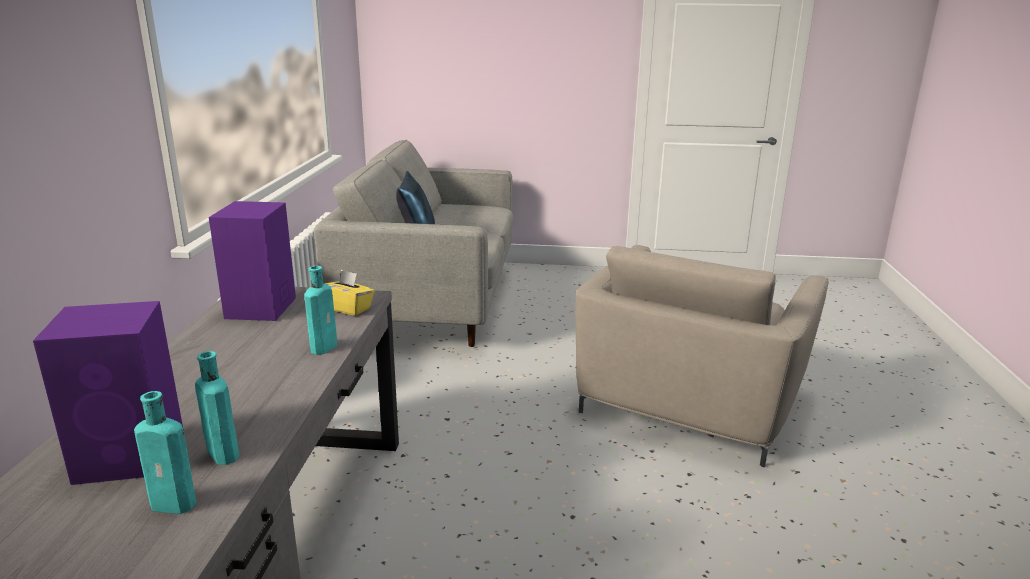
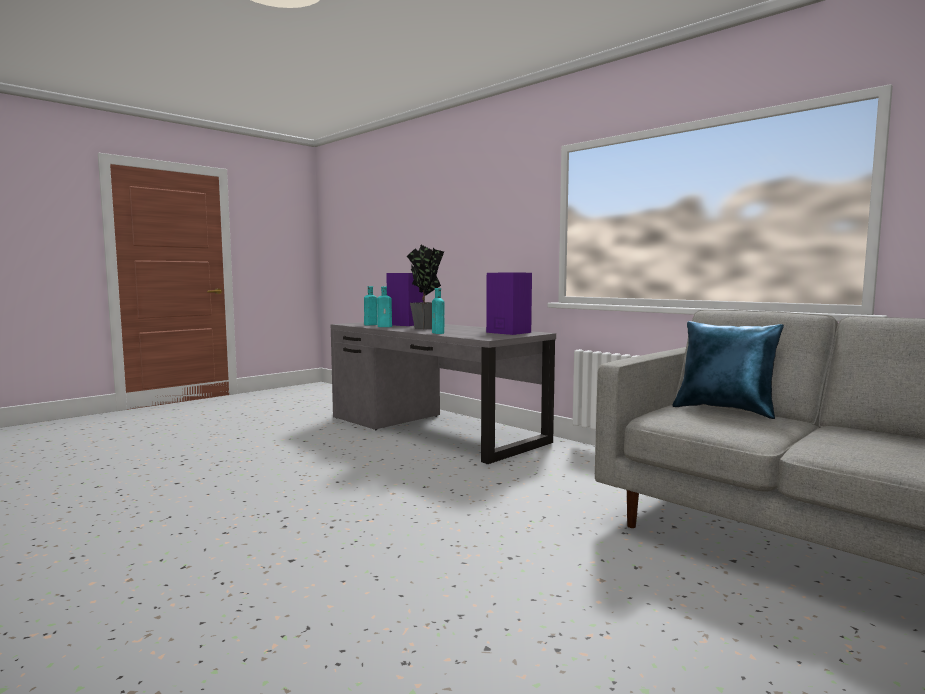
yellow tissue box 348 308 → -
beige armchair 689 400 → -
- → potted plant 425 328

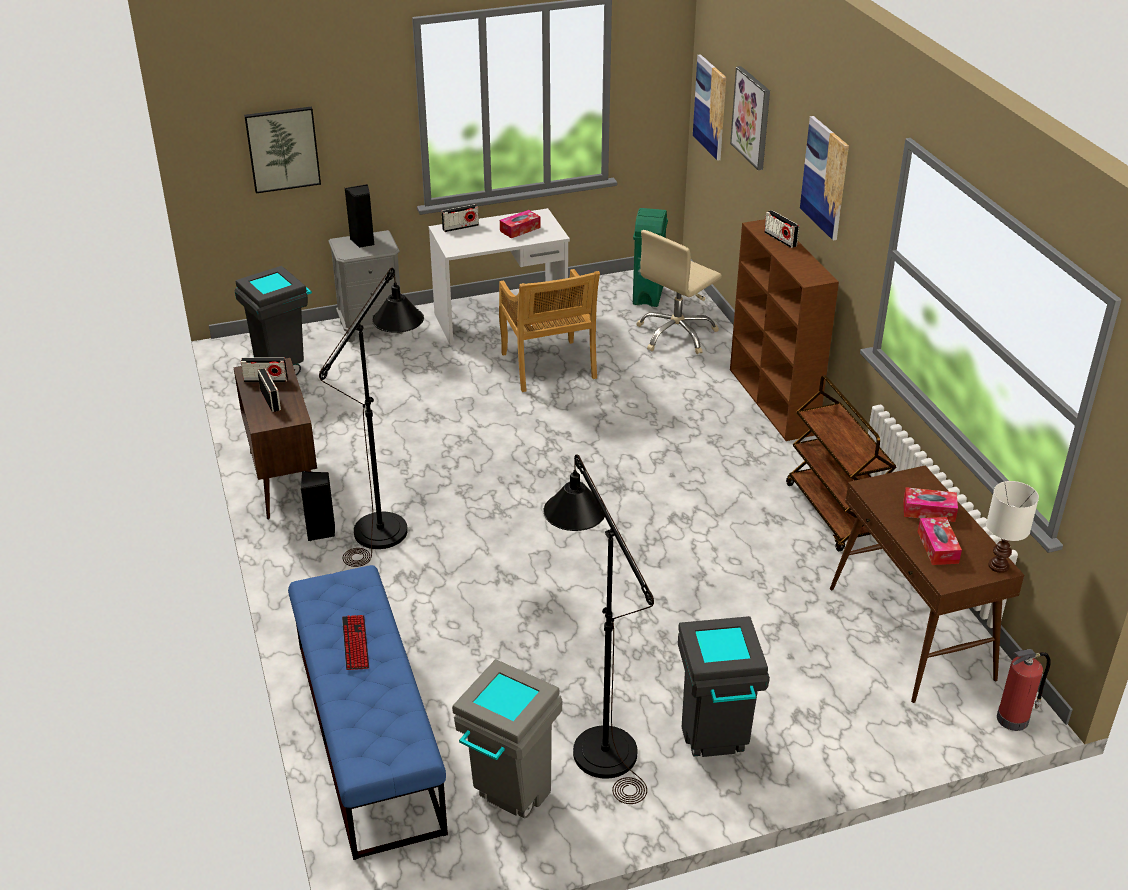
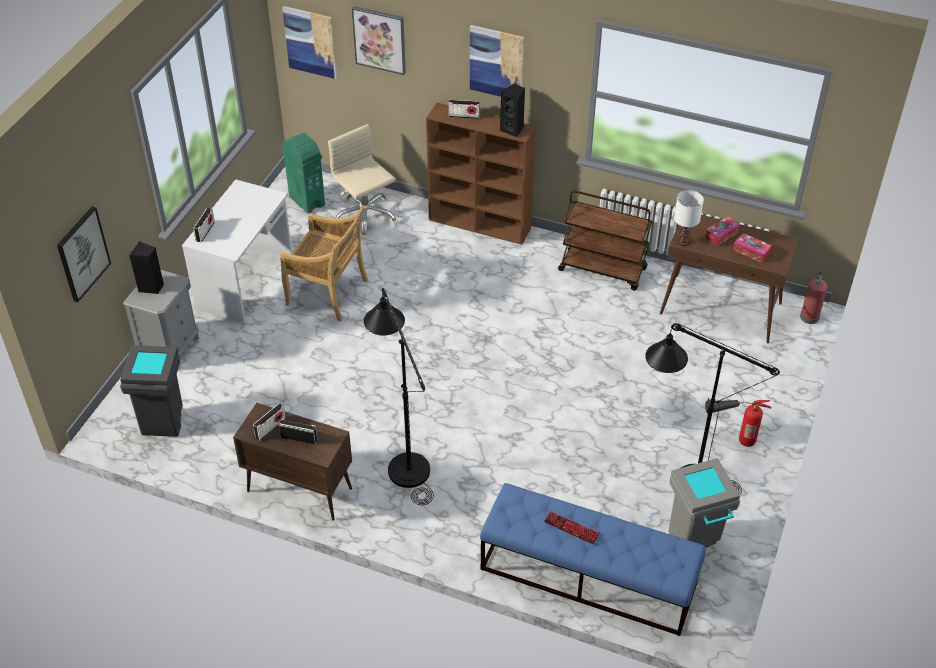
tissue box 520 229 → -
black speaker 321 531 → black speaker 513 129, moved
white table lamp 997 566 → white table lamp 683 242, moved
grey trash can 715 747 → fire extinguisher 731 436
beige office chair 676 334 → beige office chair 365 217, 150 degrees clockwise

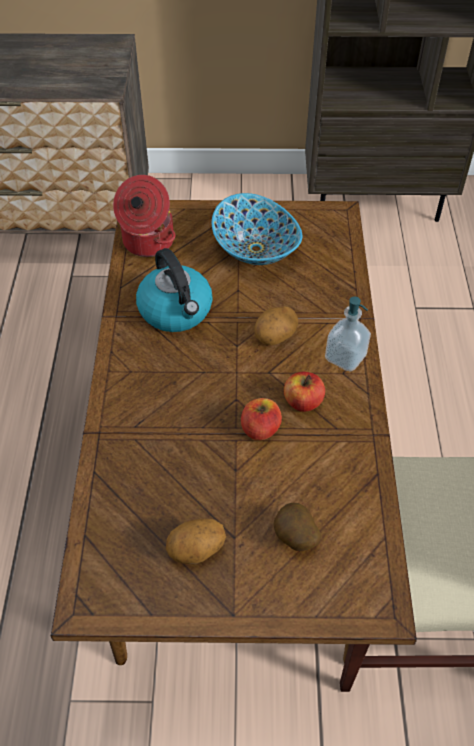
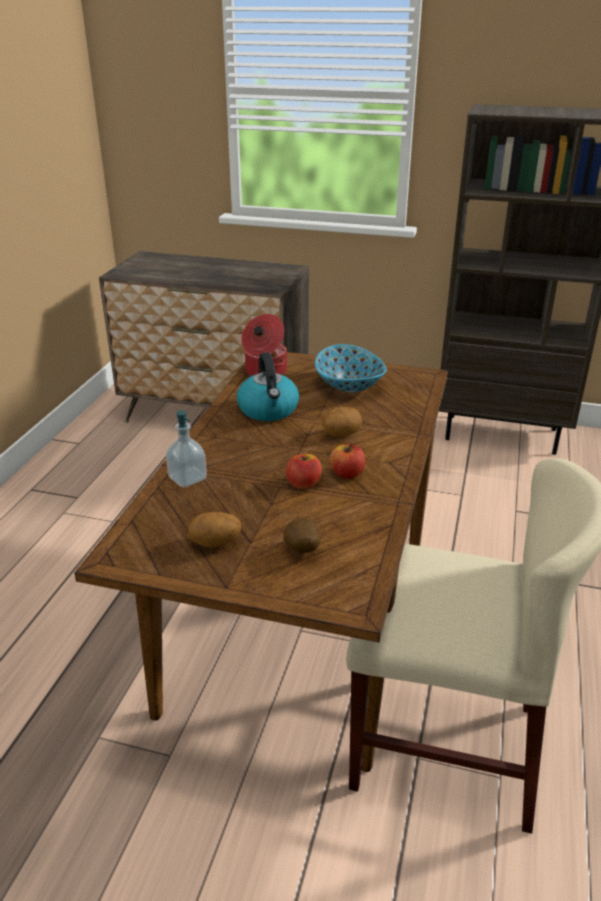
soap dispenser 345 357 → soap dispenser 187 478, moved

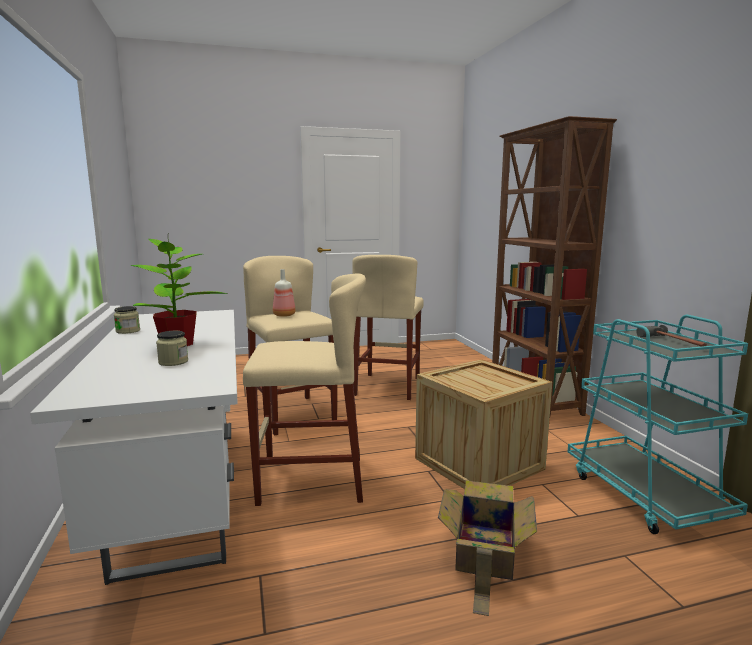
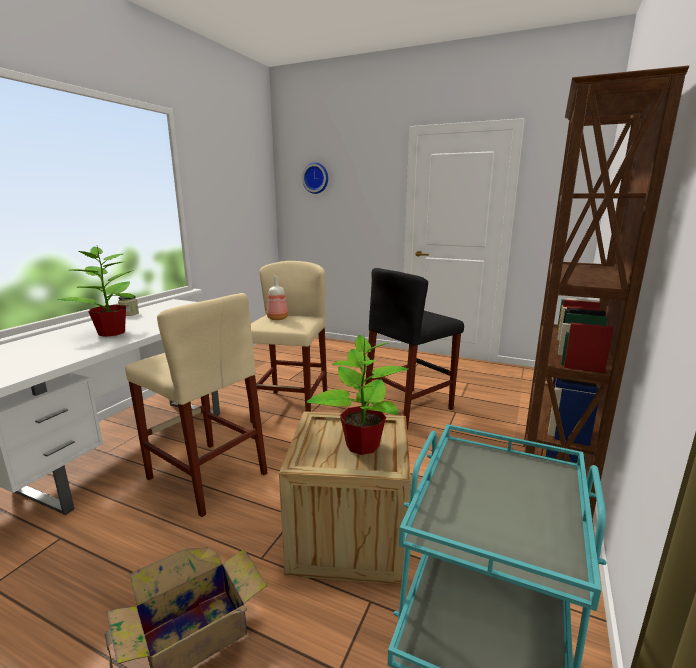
jar 173 362 → -
hammer 673 342 → -
- → wall clock 316 178
- → potted plant 361 445
beige stool 387 386 → black stool 408 408

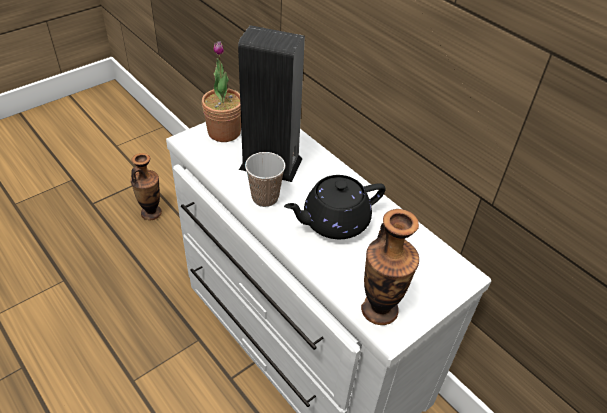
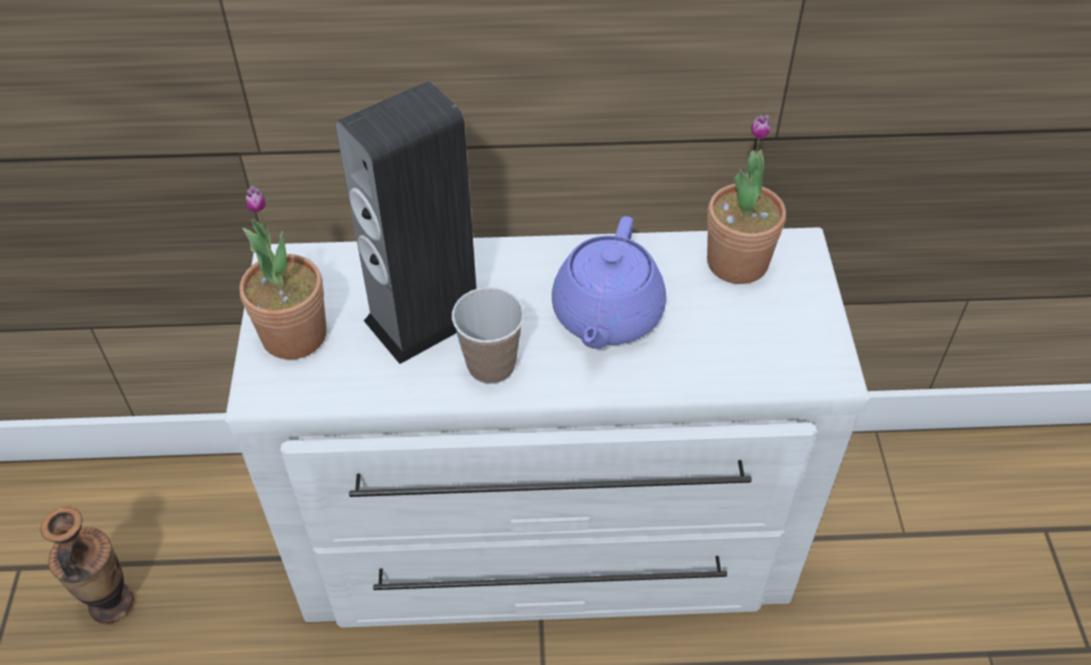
vase 379 310 → -
- → potted plant 737 262
black teapot 334 222 → purple teapot 606 316

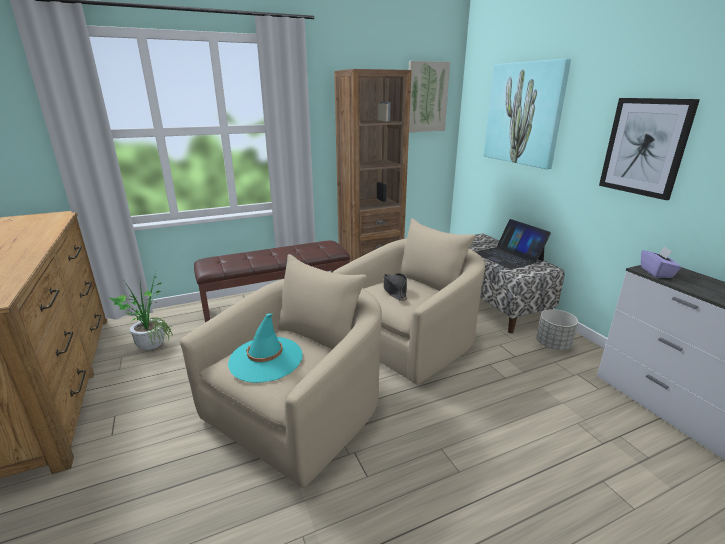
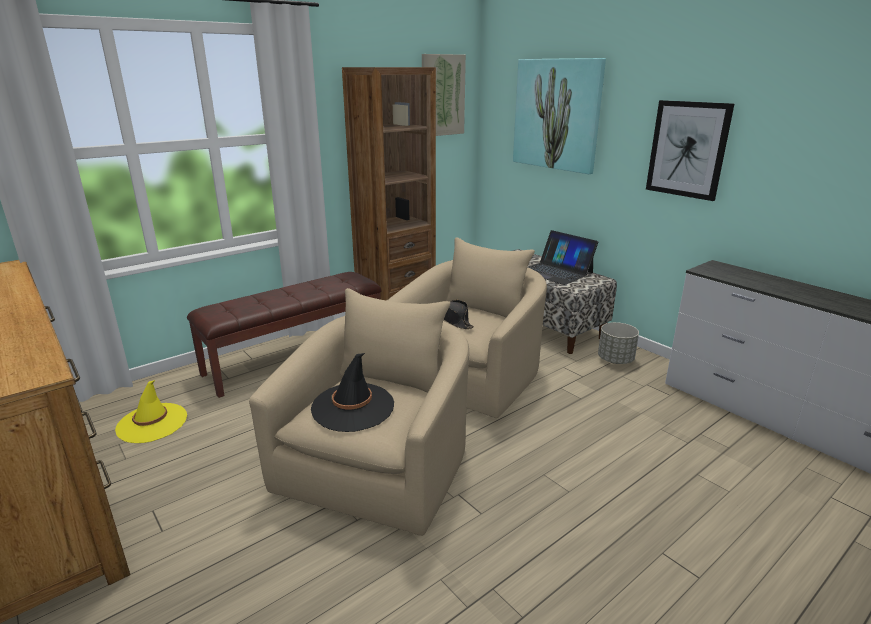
purple tissue box 656 272 → -
potted plant 151 343 → yellow hat 152 423
turquoise hat 266 359 → black hat 353 407

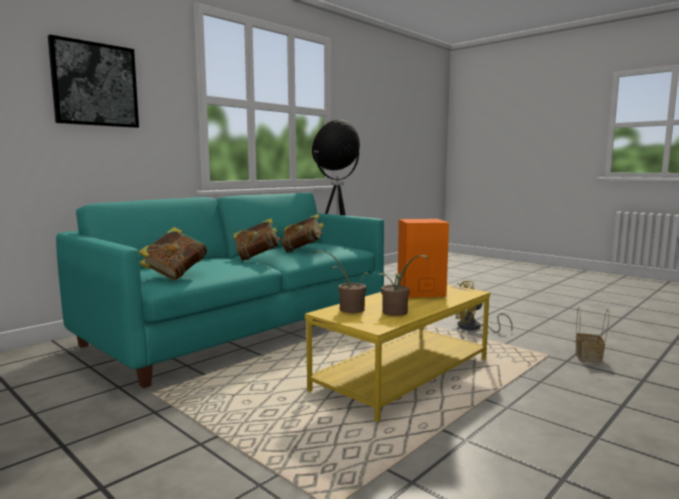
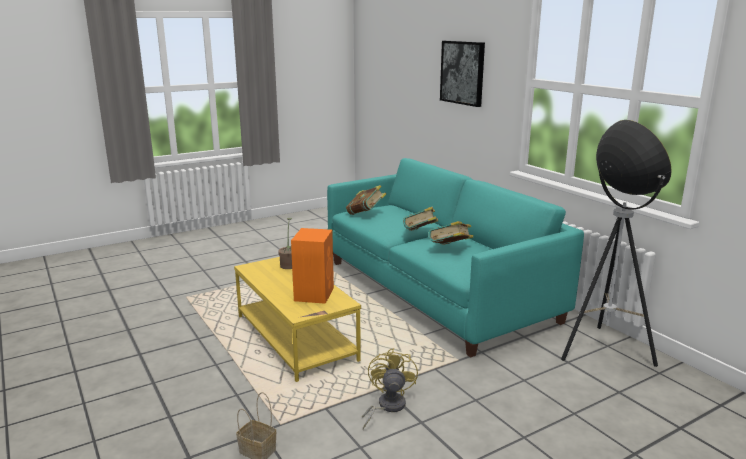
potted plant 397 313 → -

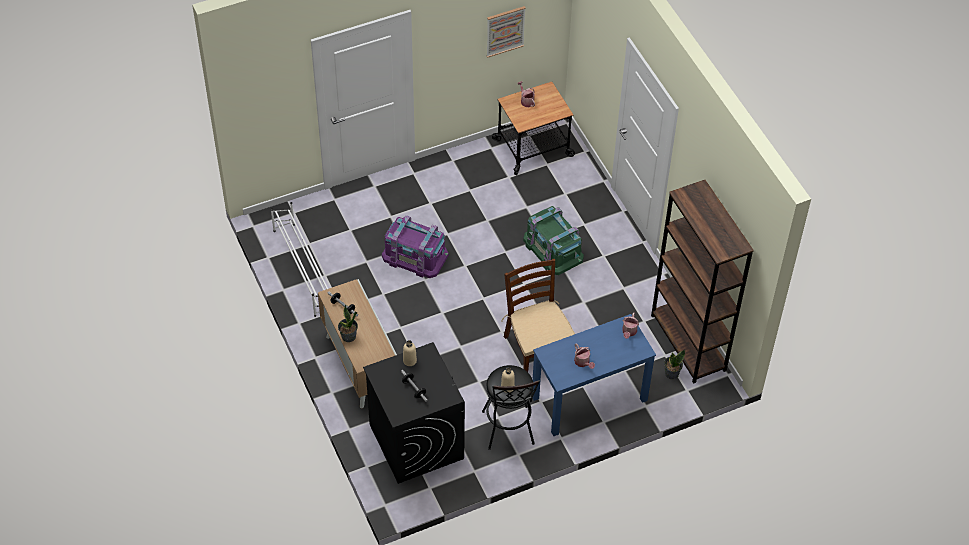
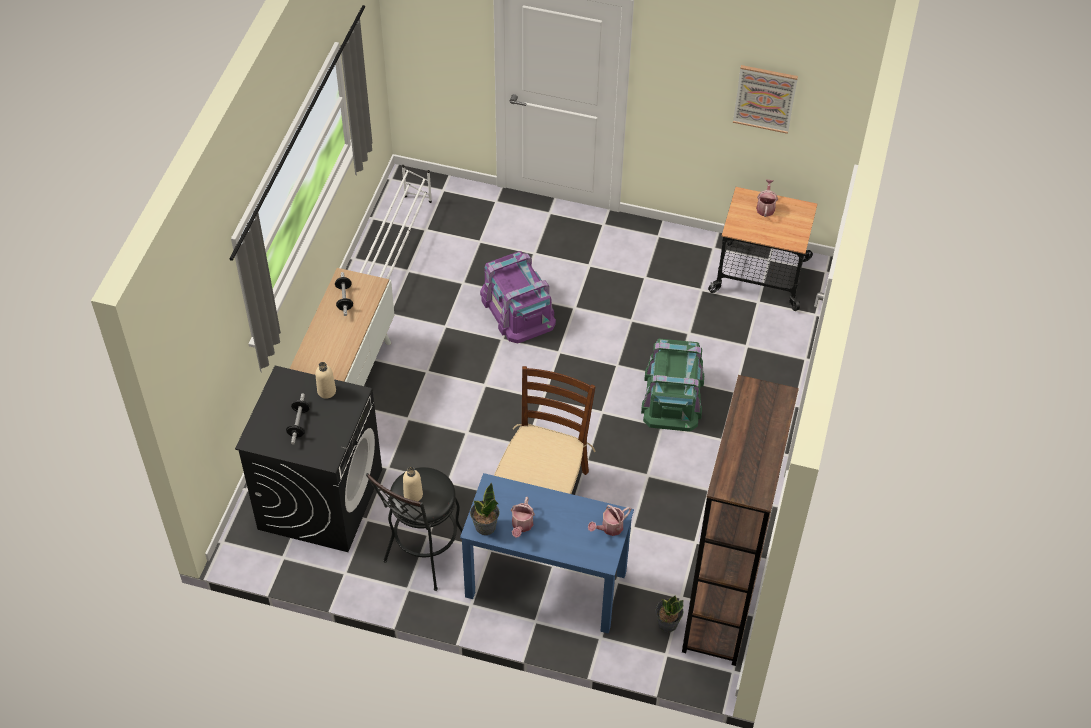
potted plant 348 336 → potted plant 485 526, moved

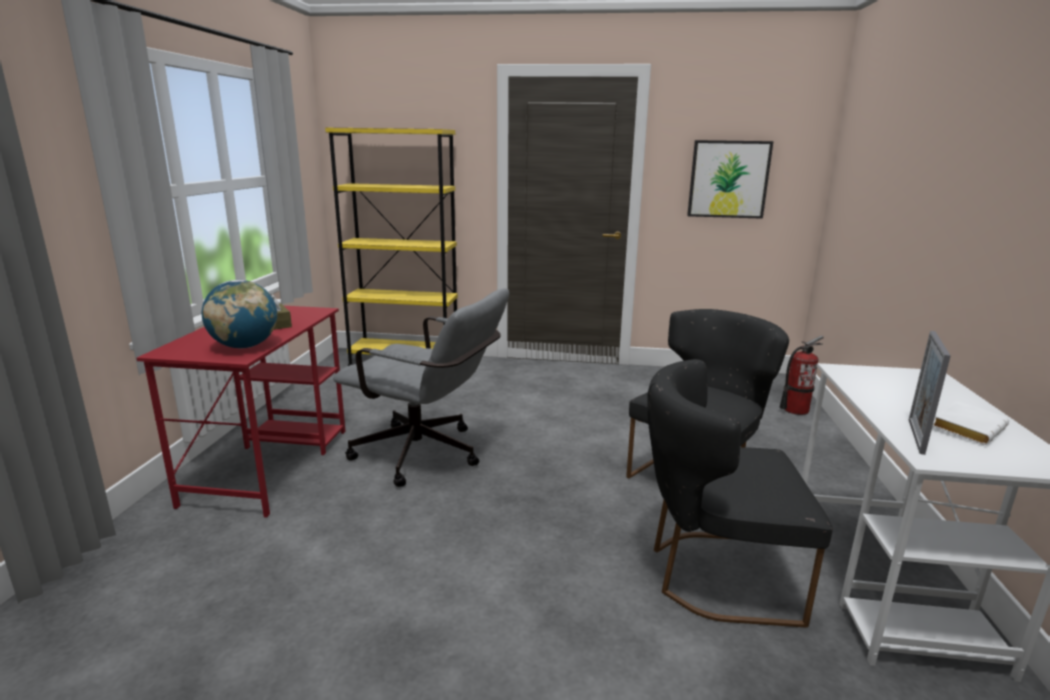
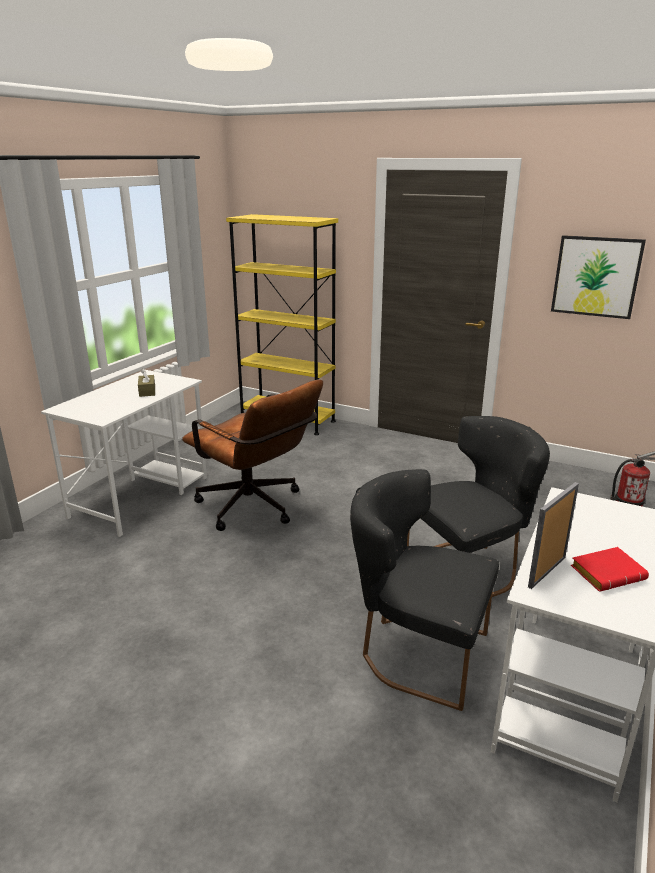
globe 245 346 → -
red desk 270 464 → white desk 141 496
grey office chair 428 456 → brown office chair 255 509
white book 966 427 → red book 607 573

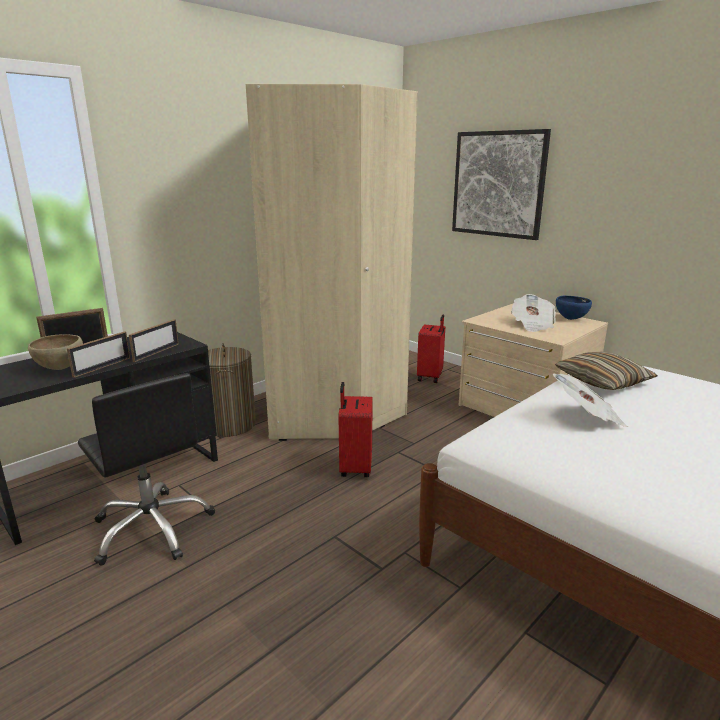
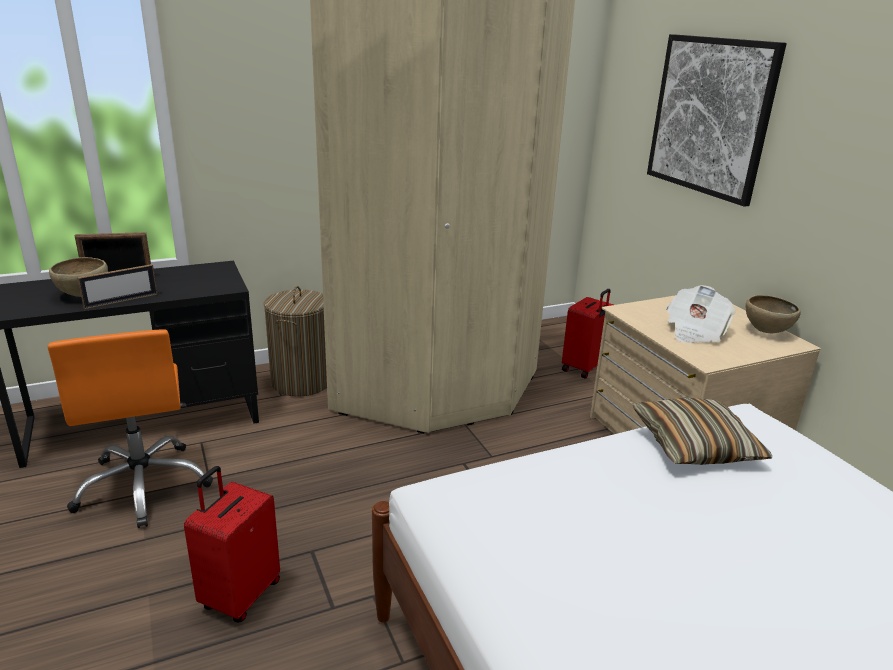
picture frame 156 352 → -
newspaper 587 417 → -
red suitcase 354 468 → red suitcase 239 595, moved
black office chair 153 528 → orange office chair 144 485
blue bowl 571 319 → brown bowl 766 332

